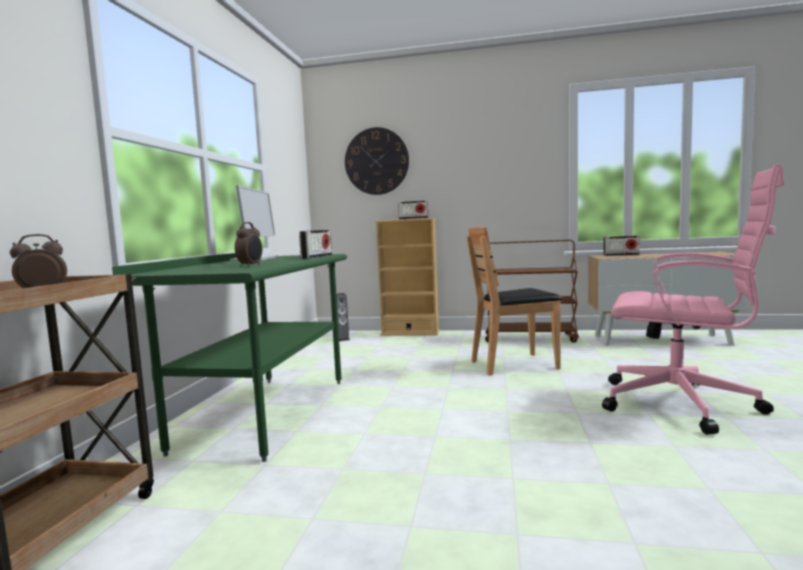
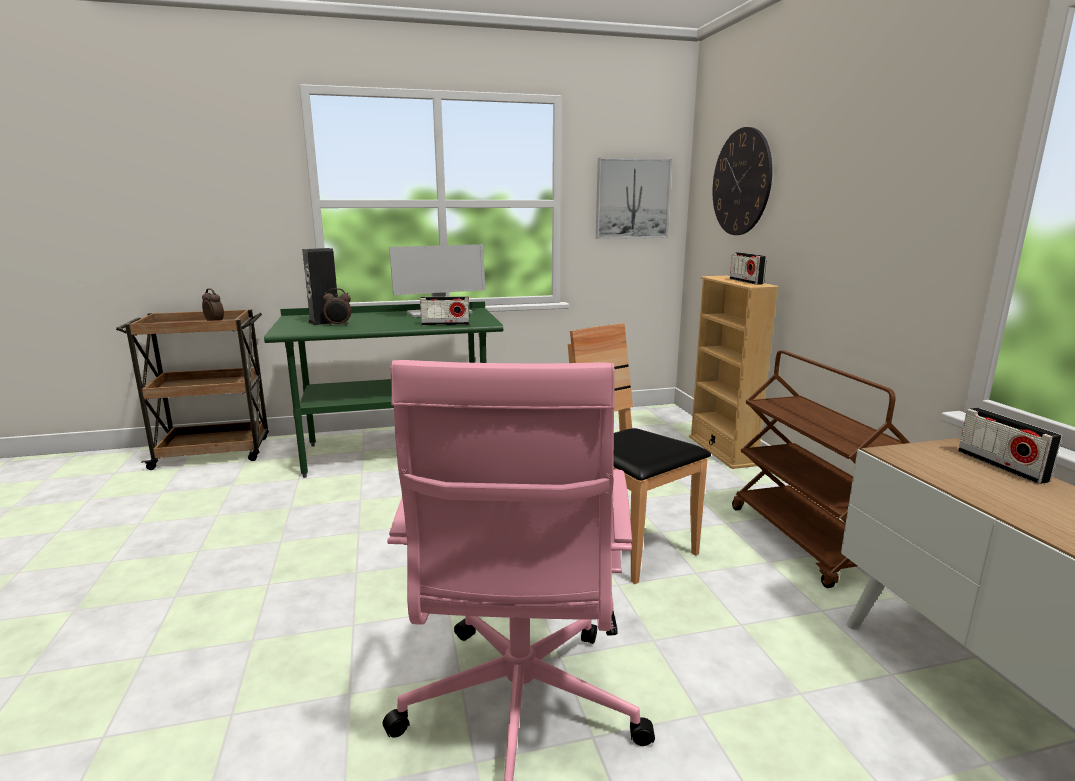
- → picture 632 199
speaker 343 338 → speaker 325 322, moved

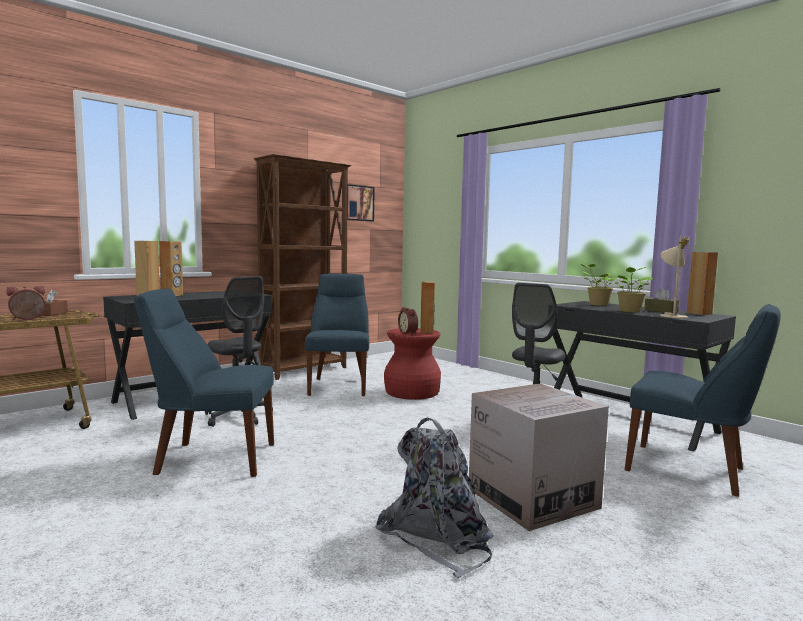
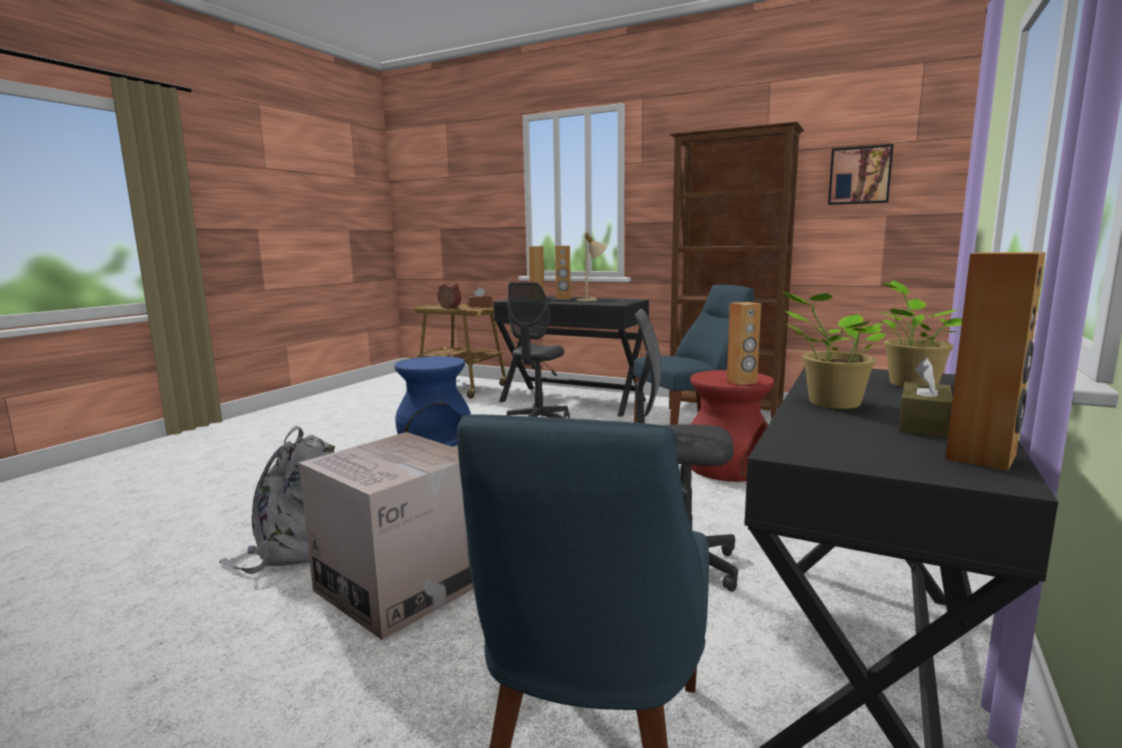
alarm clock 409 333 → -
beige table lamp 671 315 → beige table lamp 591 300, moved
blue chair 211 458 → blue stool 435 439

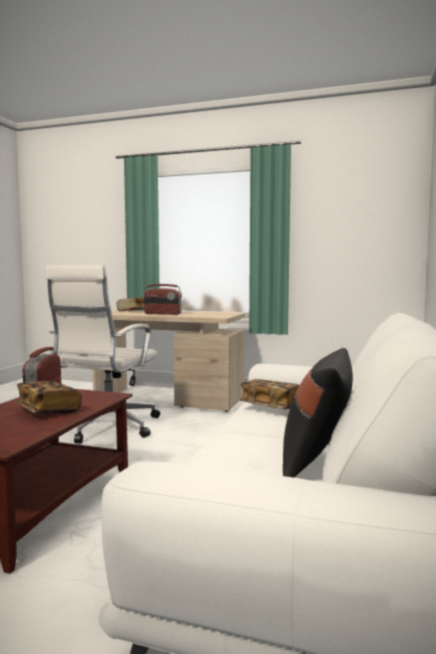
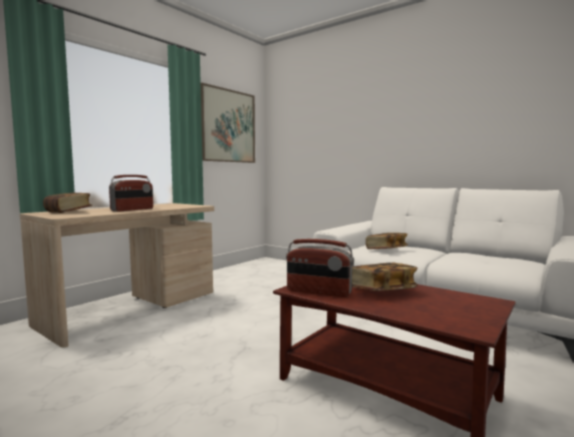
white office chair 106 427 → -
black pillow 317 463 → -
- → picture 228 126

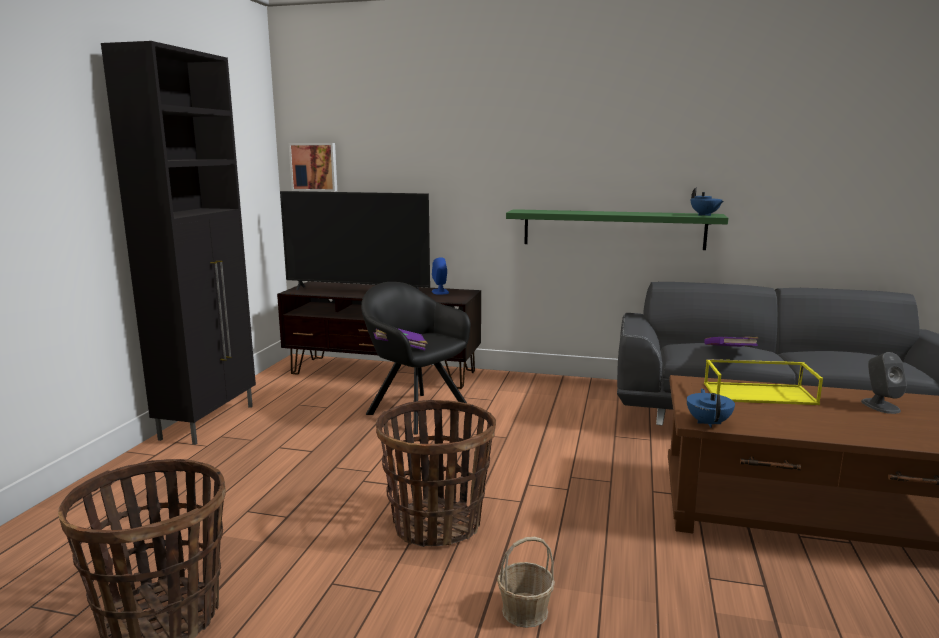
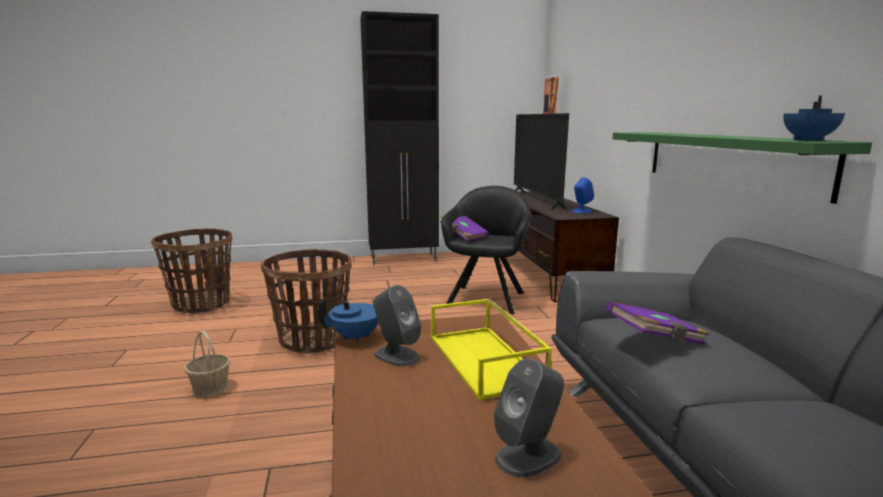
- → grey speaker 396 355

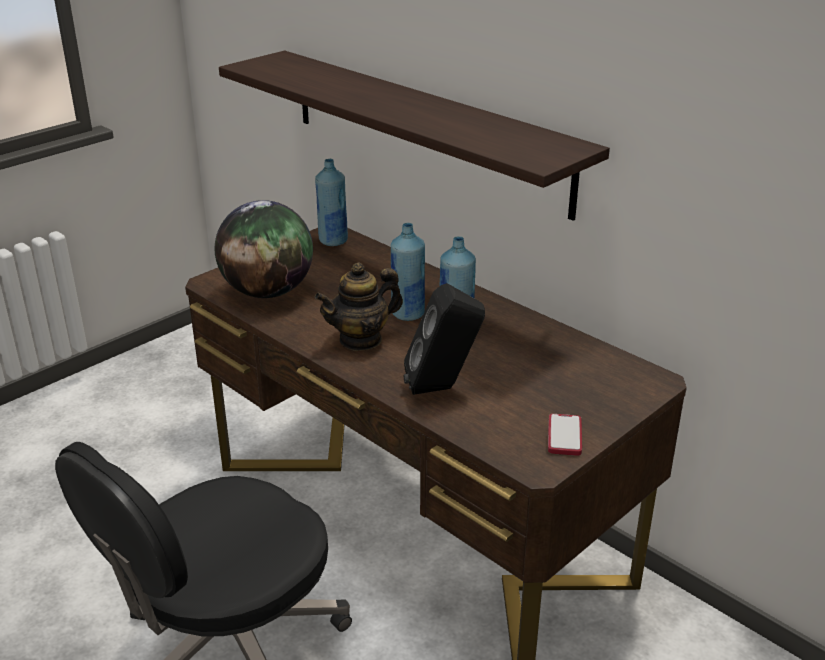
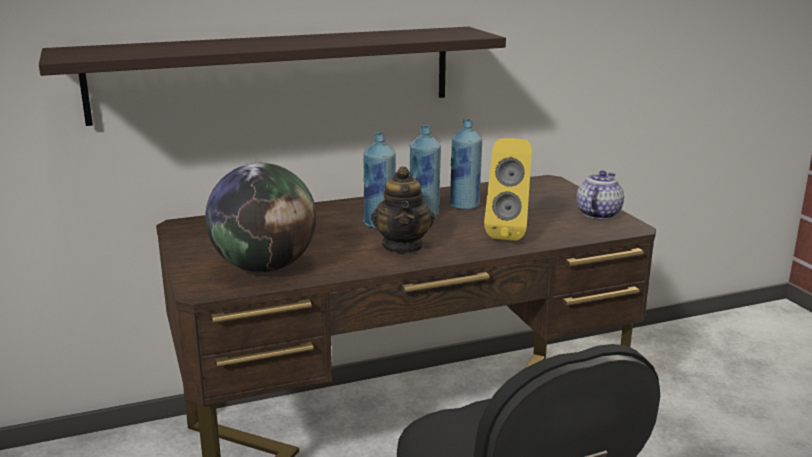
blue bottle 333 241 → blue bottle 464 206, moved
phone 564 436 → teapot 598 213
black speaker 443 388 → yellow speaker 508 233

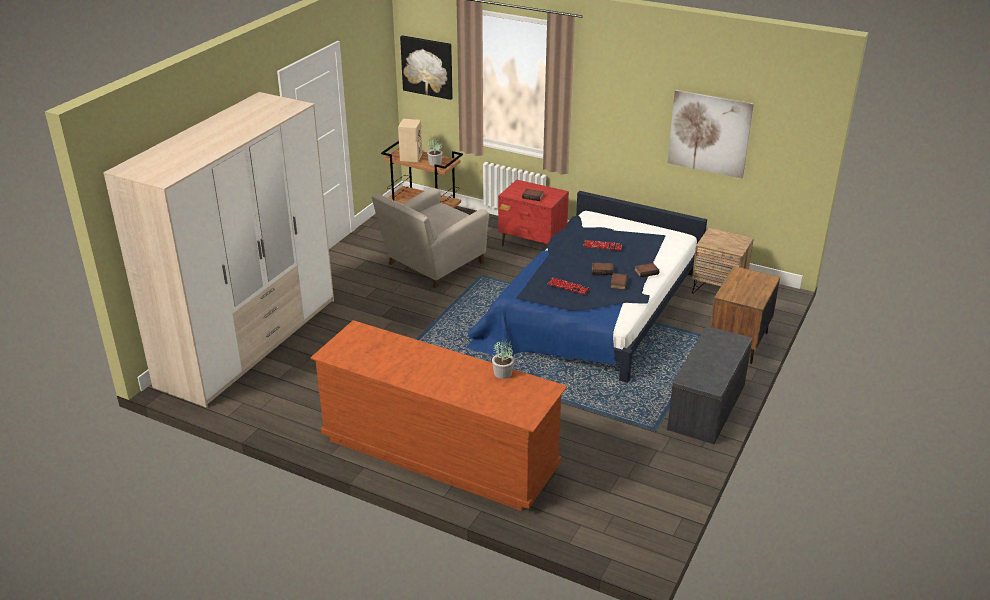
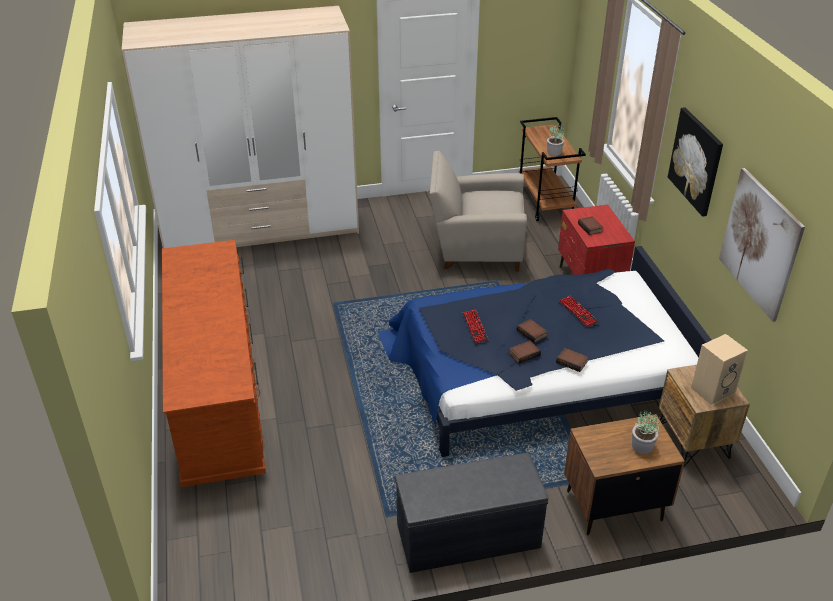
beige speaker 410 157 → beige speaker 713 390, moved
picture 427 67 → picture 696 161, moved
potted plant 503 373 → potted plant 642 446, moved

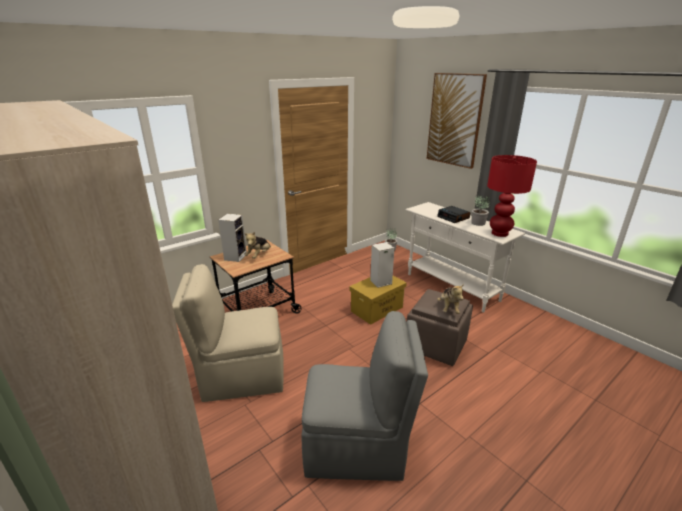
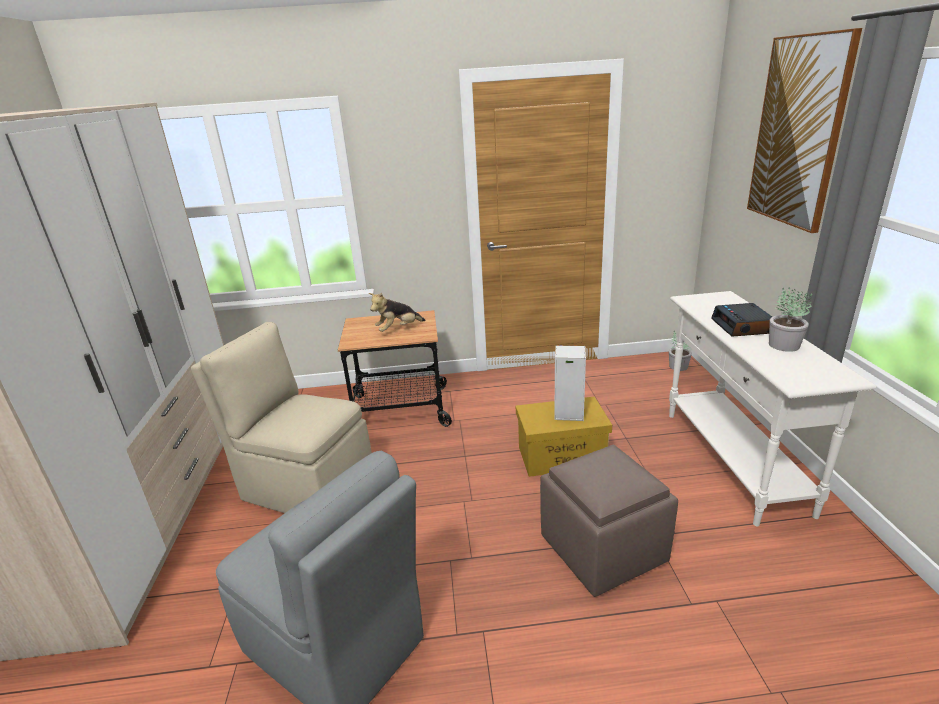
speaker 235 256 → -
plush toy 448 308 → -
red table lamp 499 233 → -

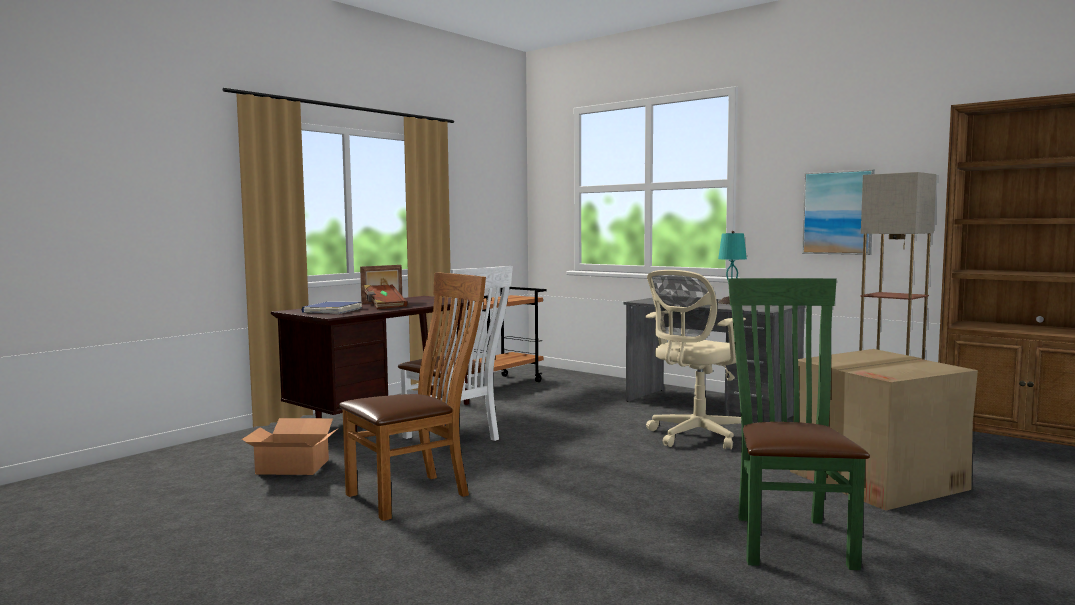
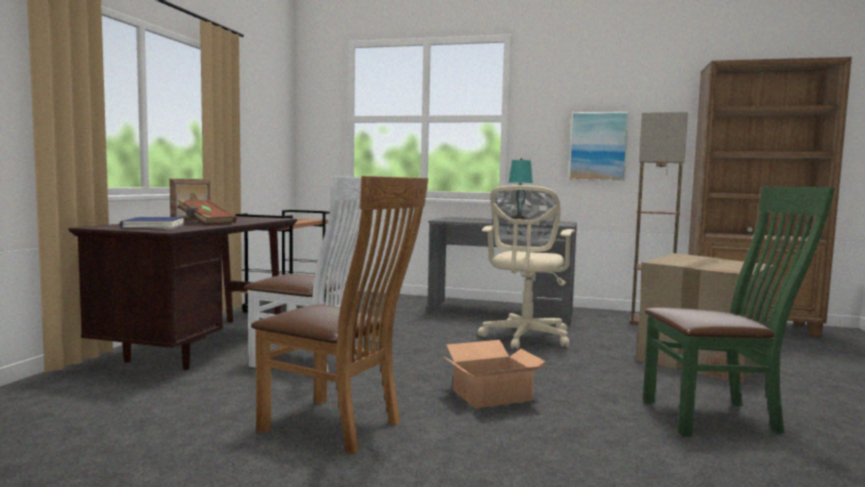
cardboard box 292 466 → cardboard box 491 395, moved
brown chair 415 494 → brown chair 338 427, 90 degrees clockwise
green chair 789 537 → green chair 718 417, 105 degrees clockwise

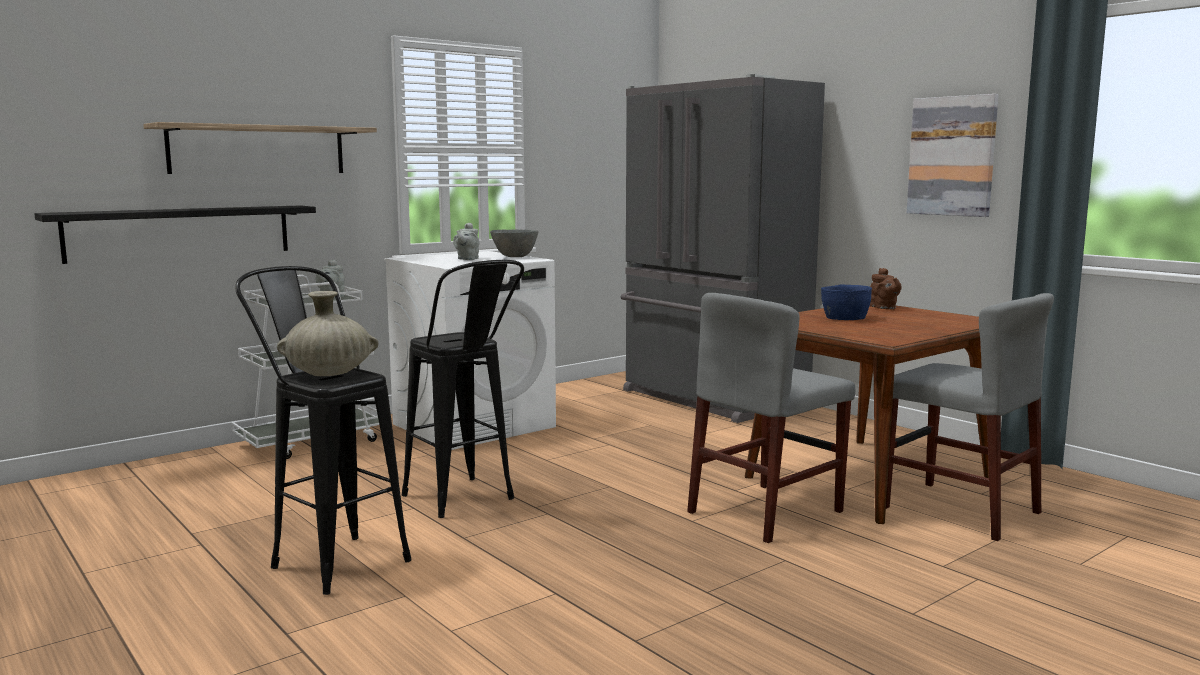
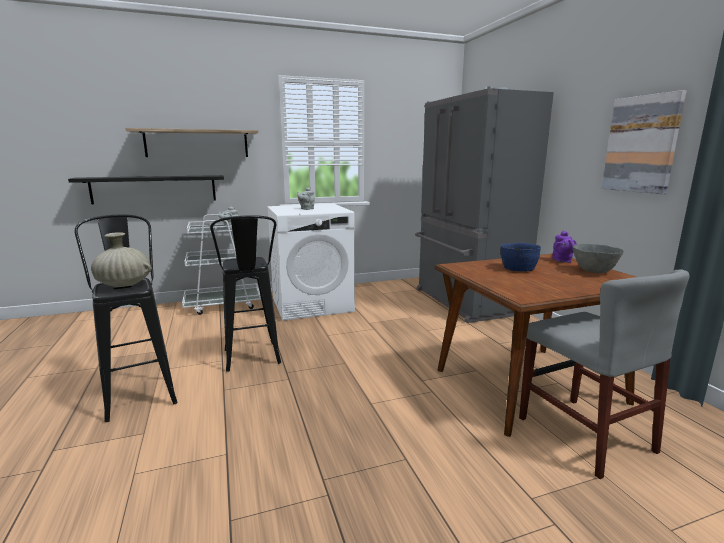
grey chair 765 512 → -
grey bowl 515 257 → grey bowl 594 271, moved
brown teapot 884 308 → purple teapot 562 261

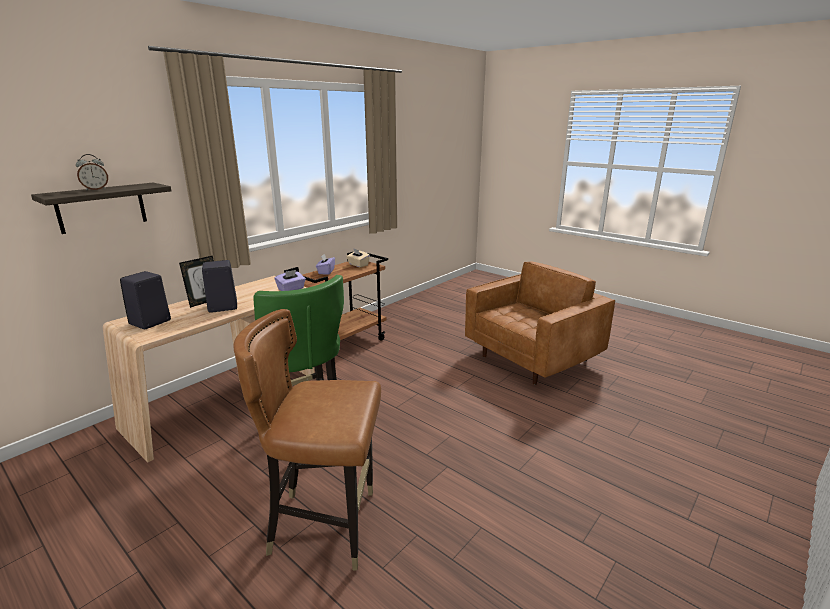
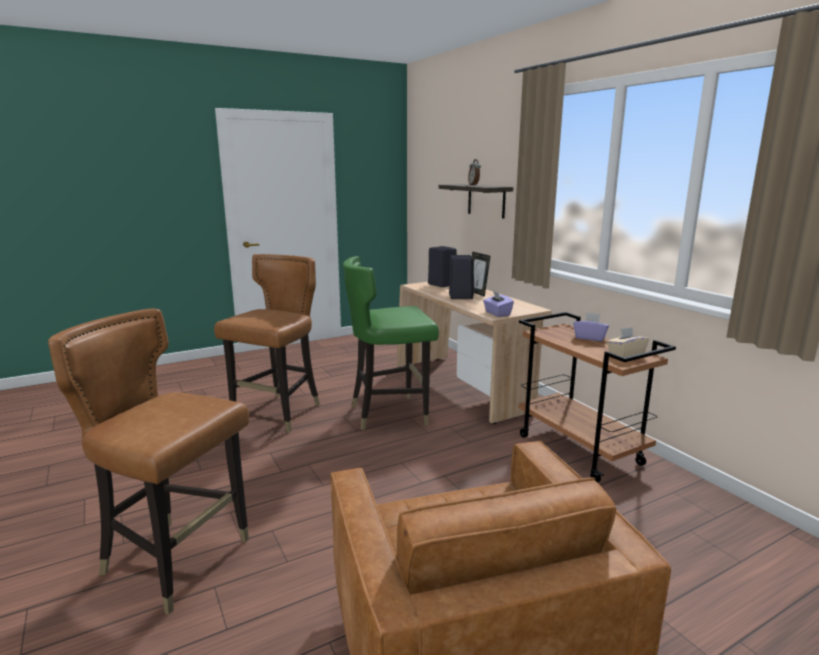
- → brown chair 177 560

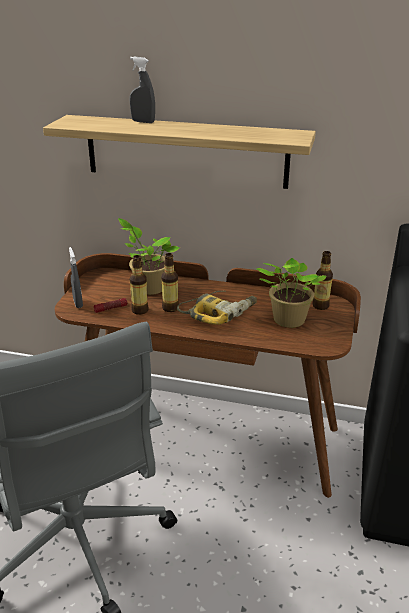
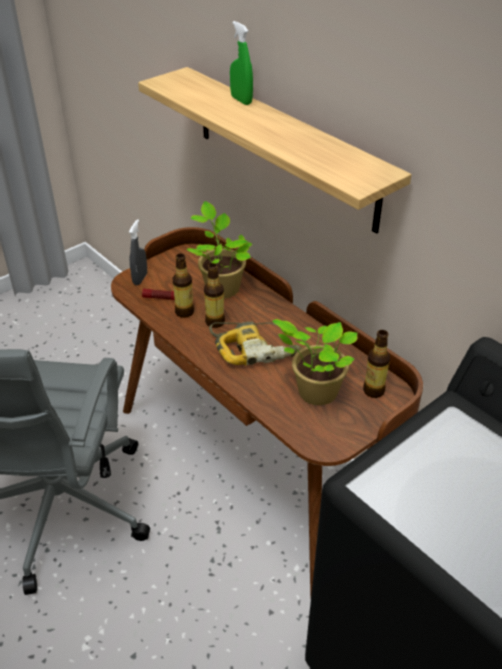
grey spray bottle 143 122 → green spray bottle 241 100

